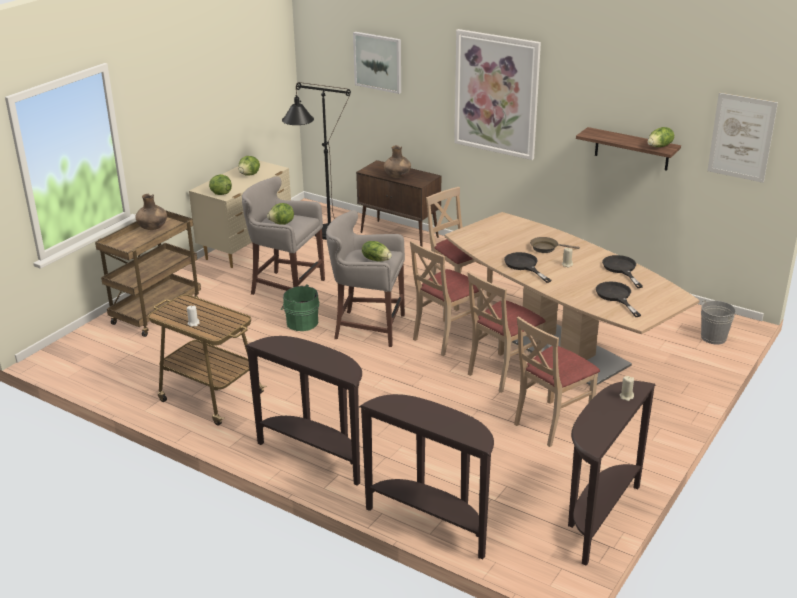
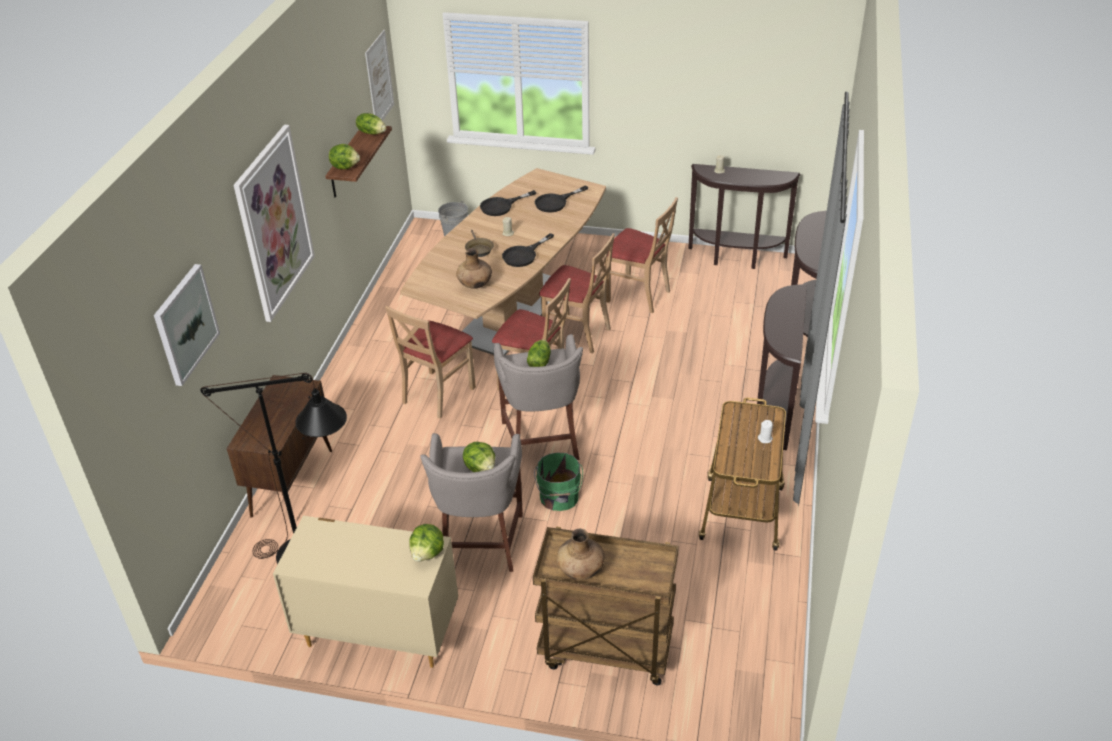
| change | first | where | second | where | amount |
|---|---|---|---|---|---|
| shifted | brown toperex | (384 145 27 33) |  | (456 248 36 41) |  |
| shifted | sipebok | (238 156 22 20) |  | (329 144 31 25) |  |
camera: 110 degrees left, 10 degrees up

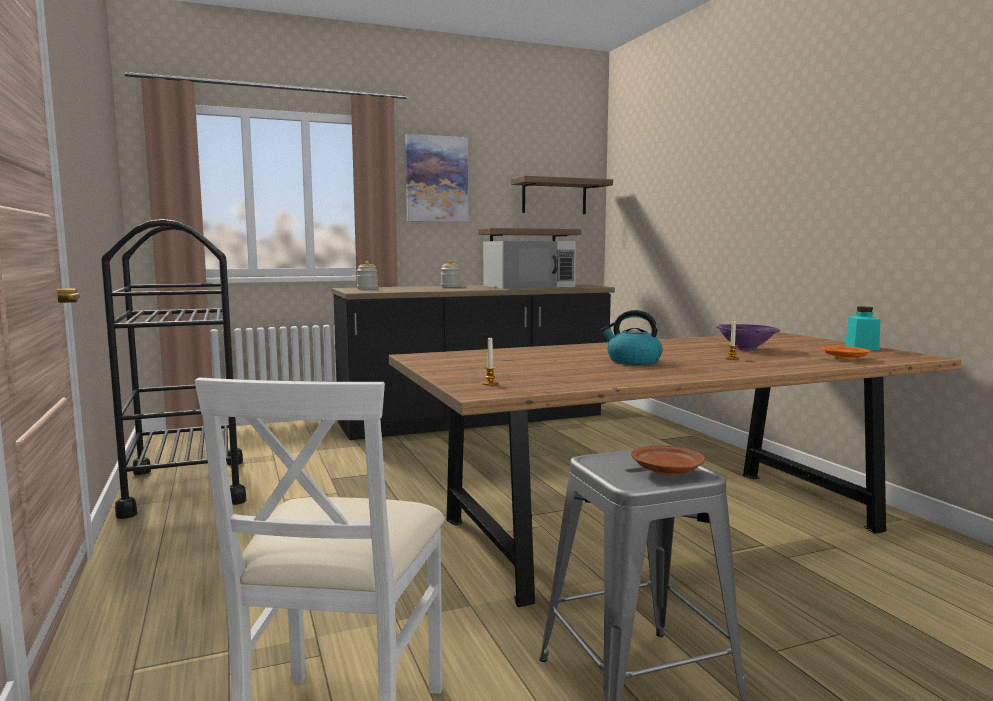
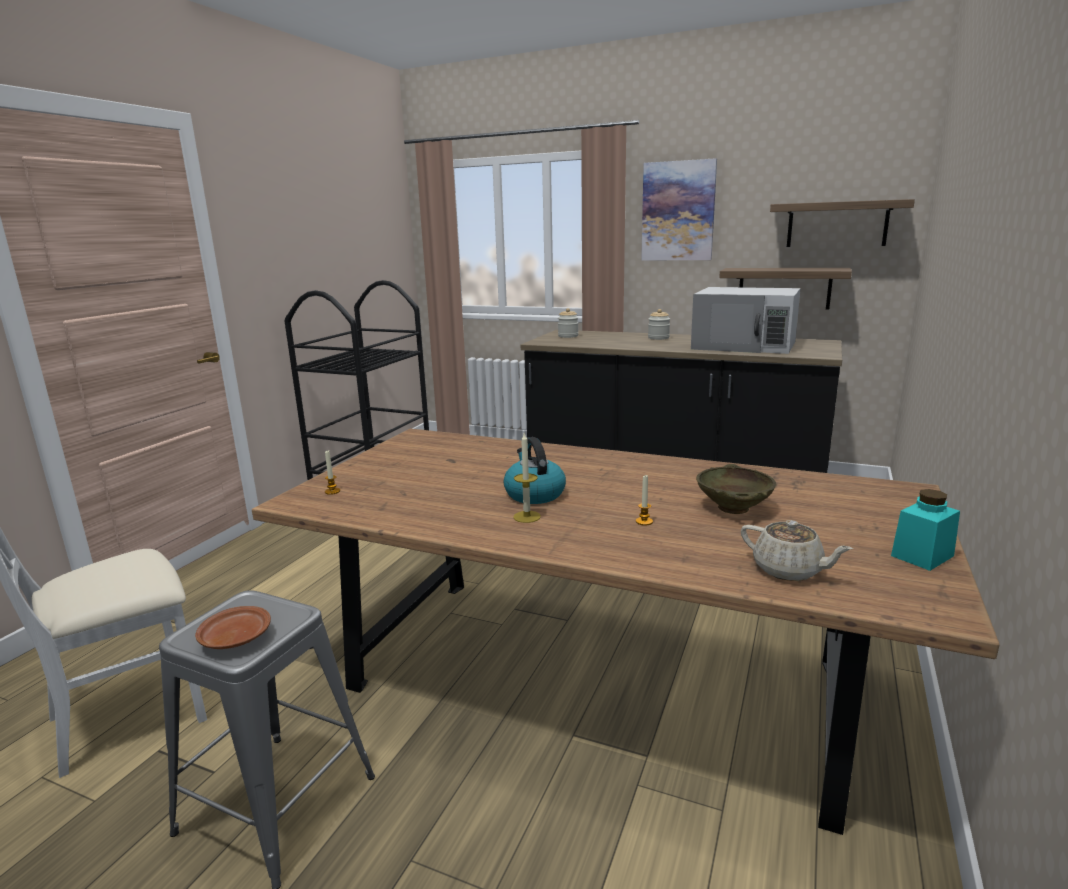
| change | first | where | second | where | amount |
|---|---|---|---|---|---|
| repainted | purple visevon | (717 324 63 27) | beige visevon | (696 464 80 50) |  |
| swapped | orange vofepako | (822 346 49 14) | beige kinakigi | (741 520 112 61) |  |
| new |  |  | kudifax | (513 433 28 90) |  |
camera: 45 degrees right, 10 degrees up

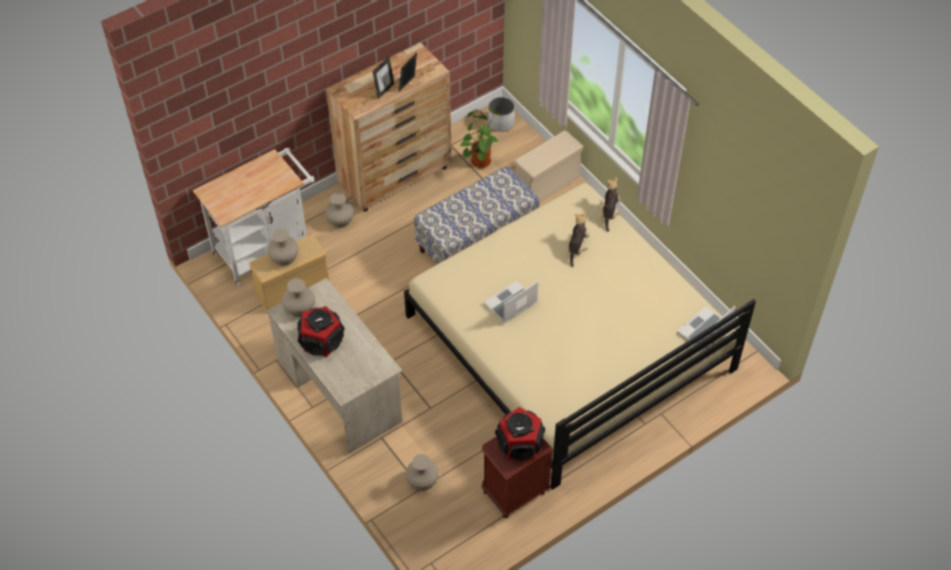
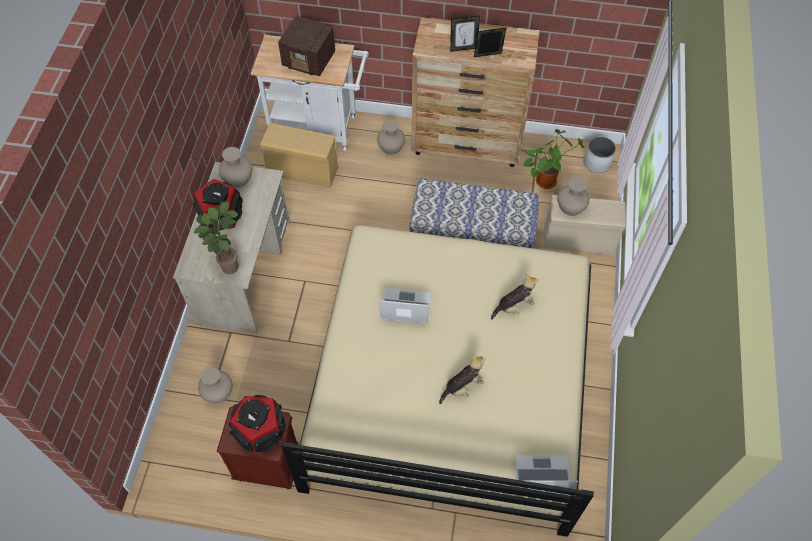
| change | first | where | second | where | amount |
|---|---|---|---|---|---|
| shifted | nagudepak | (601 177 20 55) |  | (439 355 46 49) |  |
| shifted | beige toperex | (268 229 31 37) |  | (557 177 33 39) |  |
| new |  |  | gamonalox | (278 17 57 59) |  |
| new |  |  | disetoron | (194 201 45 73) |  |
camera: 45 degrees right, 5 degrees up

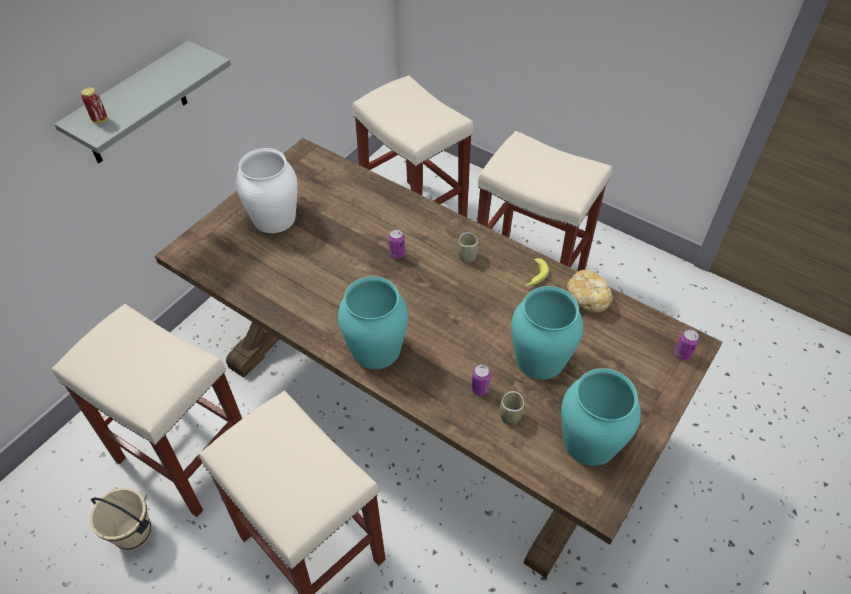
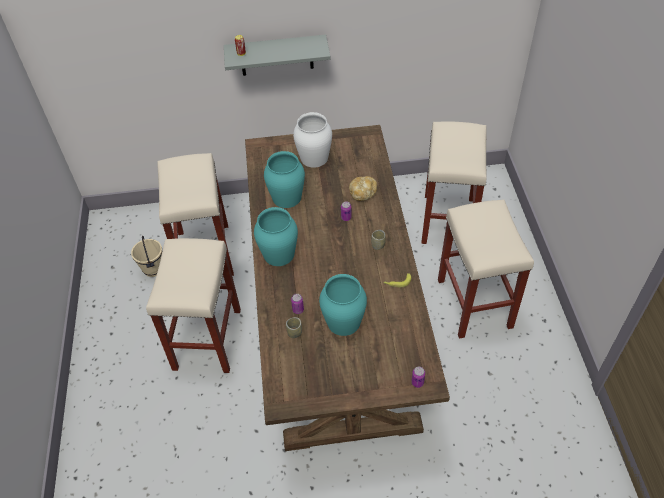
| change | first | where | second | where | amount |
|---|---|---|---|---|---|
| shifted | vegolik | (567 270 46 42) |  | (349 176 28 25) |  |
| shifted | turquoise toperex | (561 368 80 98) |  | (264 151 41 57) |  |
camera: 50 degrees right, 0 degrees up

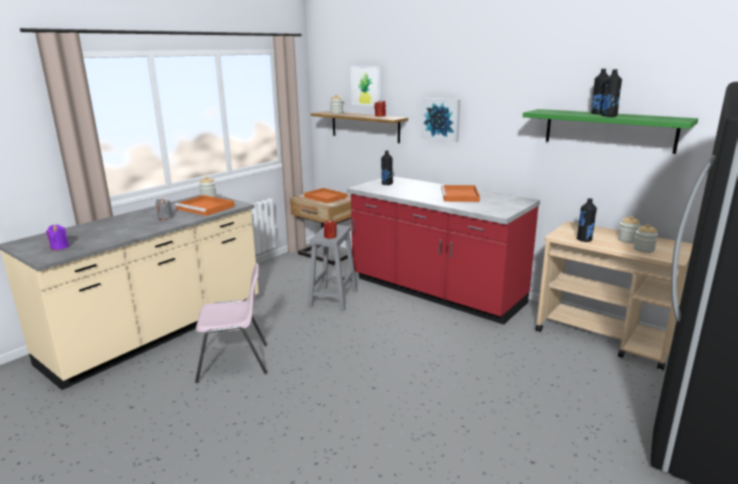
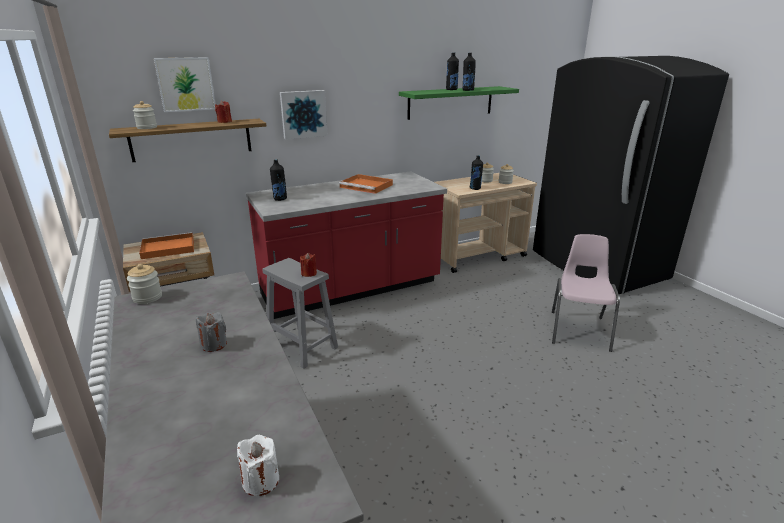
| change | first | where | second | where | amount |
|---|---|---|---|---|---|
| gone | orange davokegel | (175 195 59 21) |  |  |  |
| repainted | purple kudifax | (46 225 23 25) | white kudifax | (237 435 42 61) |  |
| shifted | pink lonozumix | (195 263 72 120) |  | (552 234 68 118) |  |
camera: 65 degrees left, 5 degrees up

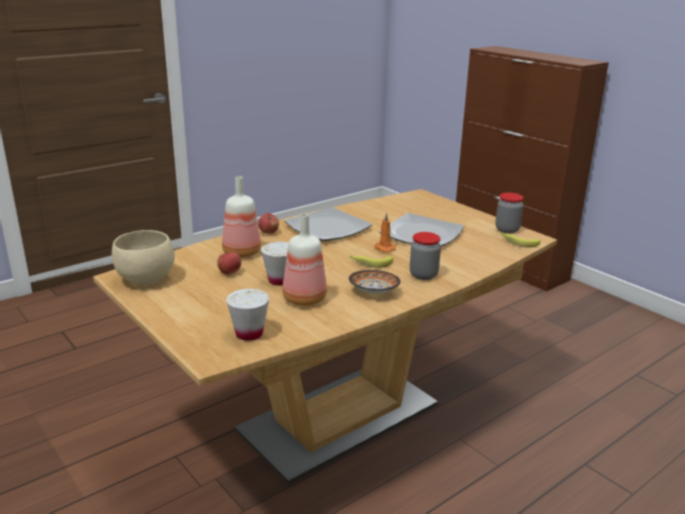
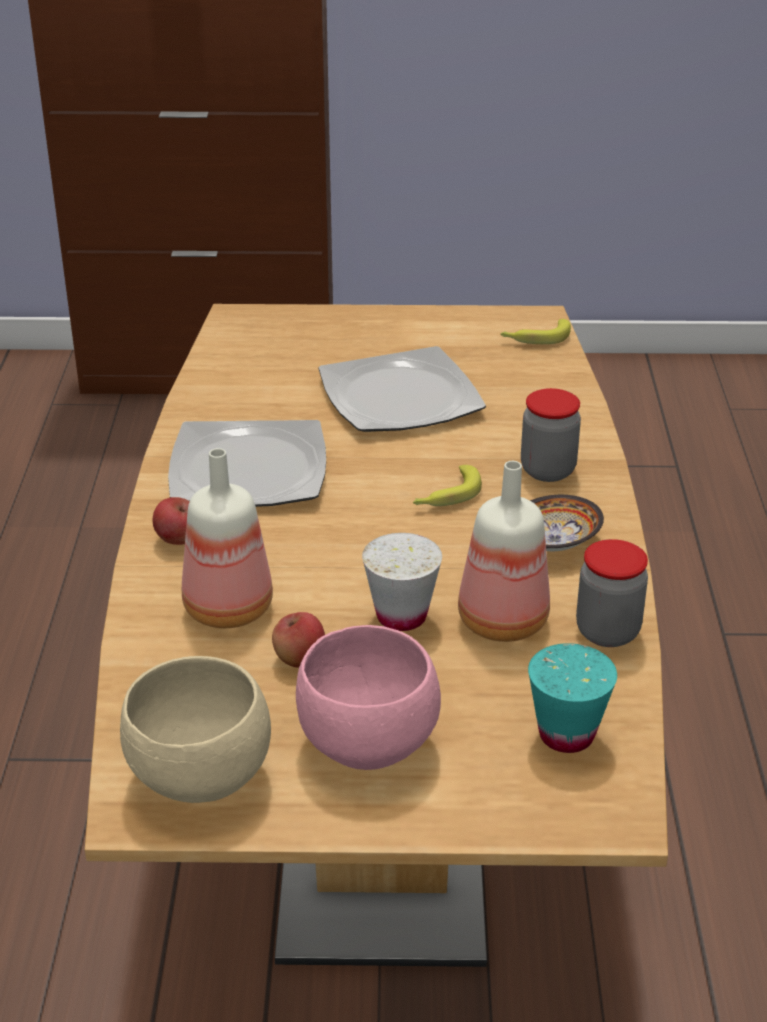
| change | first | where | second | where | amount |
|---|---|---|---|---|---|
| shifted | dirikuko | (495 193 29 40) |  | (576 539 72 108) |  |
| gone | orange kudifax | (375 212 21 40) |  |  |  |
| repainted | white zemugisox | (226 289 43 52) | turquoise zemugisox | (528 643 89 110) |  |
| new |  |  | pink visevon | (296 625 145 145) |  |
camera: 50 degrees left, 10 degrees up

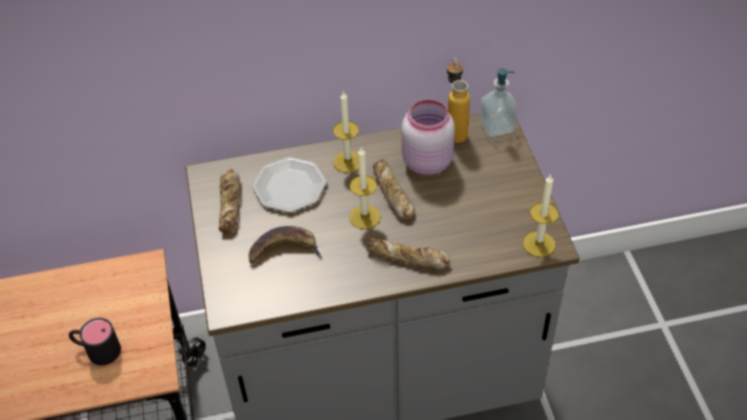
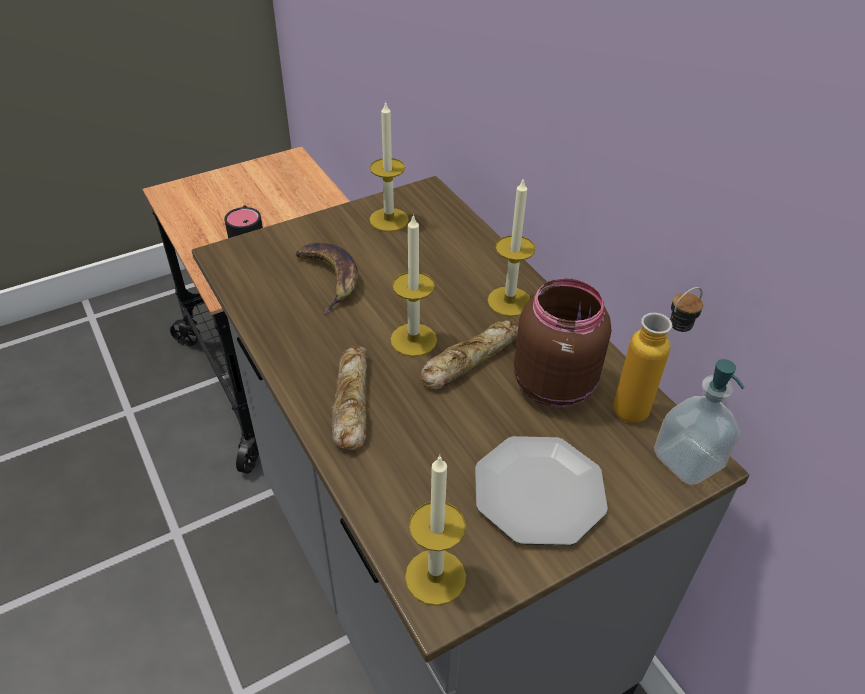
| change | first | where | second | where | amount |
|---|---|---|---|---|---|
| repainted | pink dirikuko | (401 100 54 75) | brown dirikuko | (514 278 97 130) |  |
| shifted | vofepako | (253 157 73 56) |  | (475 436 133 109) |  |
| swapped | vegolik | (219 169 21 64) | kudifax | (369 100 40 132) |  |
camera: 70 degrees right, 5 degrees down

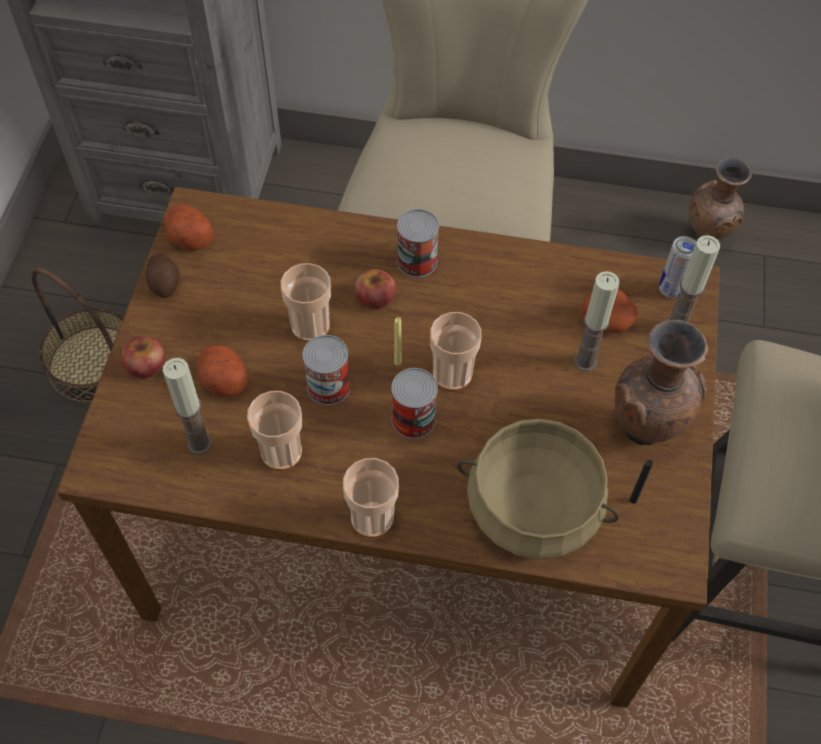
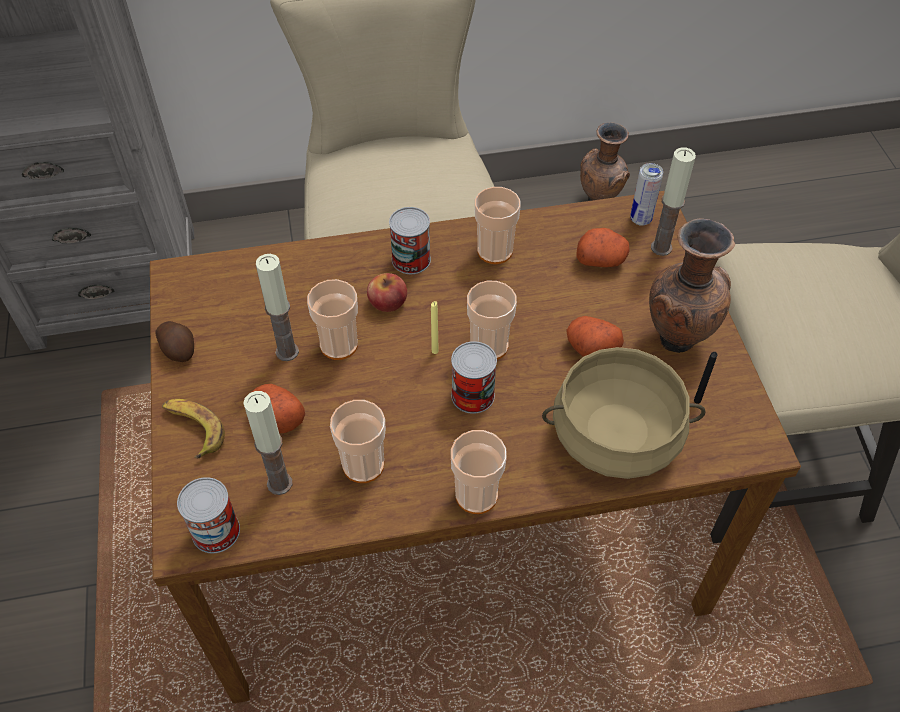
| change | first | where | second | where | amount |
|---|---|---|---|---|---|
| shifted | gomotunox | (165 205 49 46) |  | (566 316 58 41) |  |
| gone | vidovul | (32 268 91 135) |  |  |  |
| shifted | kudifax | (574 271 46 101) |  | (256 254 43 107) |  |
| shifted | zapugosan | (302 335 48 70) |  | (177 477 63 76) |  |
| swapped | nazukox | (121 336 44 42) | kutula | (162 399 63 59) |  |
| new |  |  | zemugisox | (475 187 46 77) |  |
camera: 20 degrees left, 5 degrees down

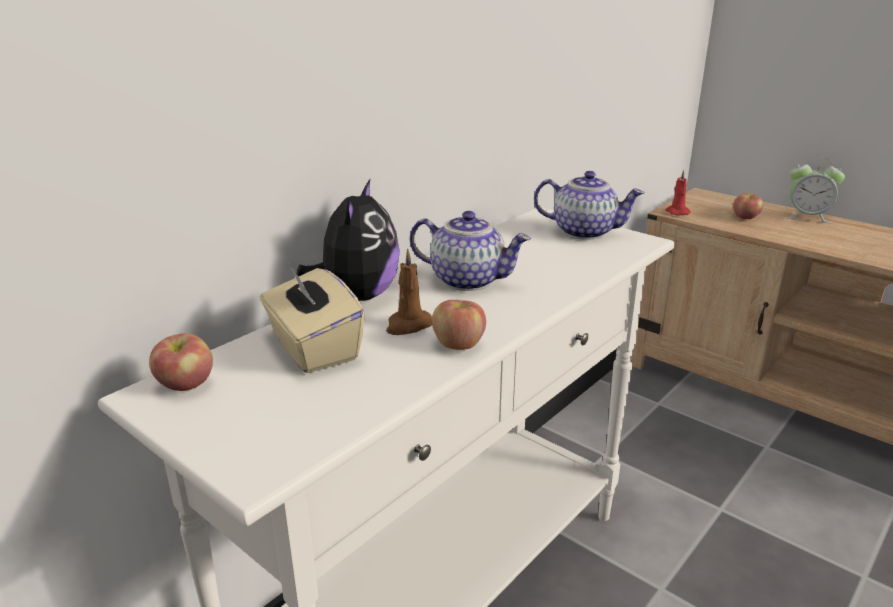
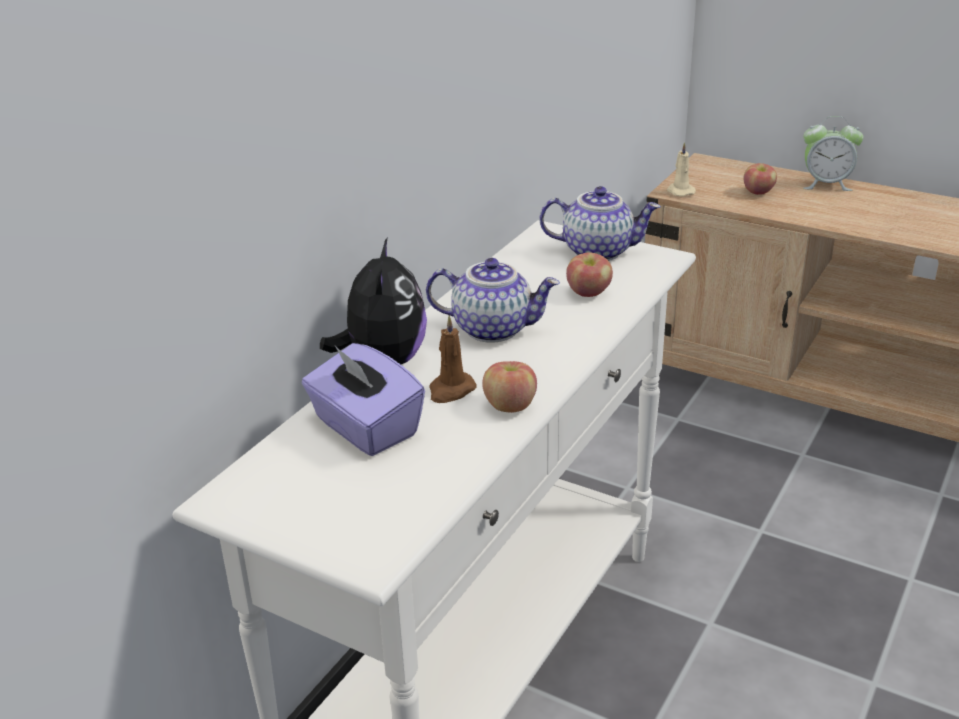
| change | first | where | second | where | amount |
|---|---|---|---|---|---|
| repainted | red kudifax | (666 170 25 46) | beige kudifax | (667 142 29 55) |  |
| repainted | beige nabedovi | (260 261 105 112) | purple nabedovi | (302 343 123 113) |  |
| shifted | nazukox | (149 333 64 58) |  | (566 252 47 45) |  |
camera: 10 degrees left, 5 degrees up

